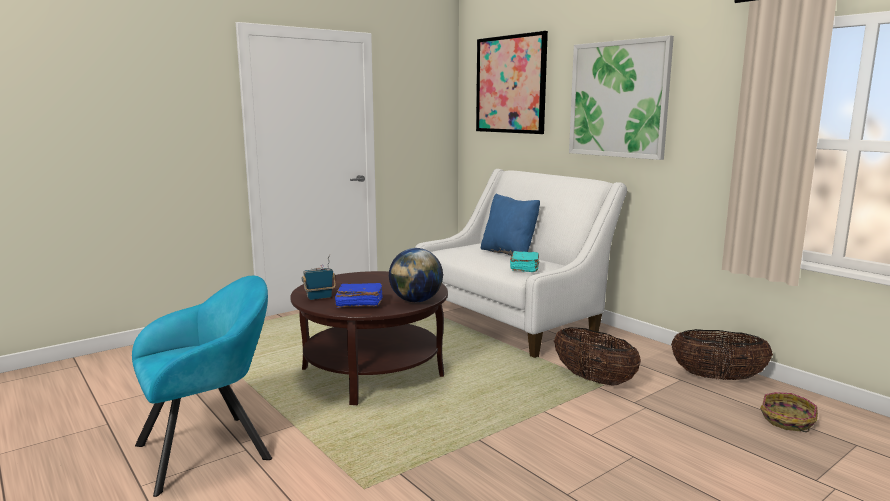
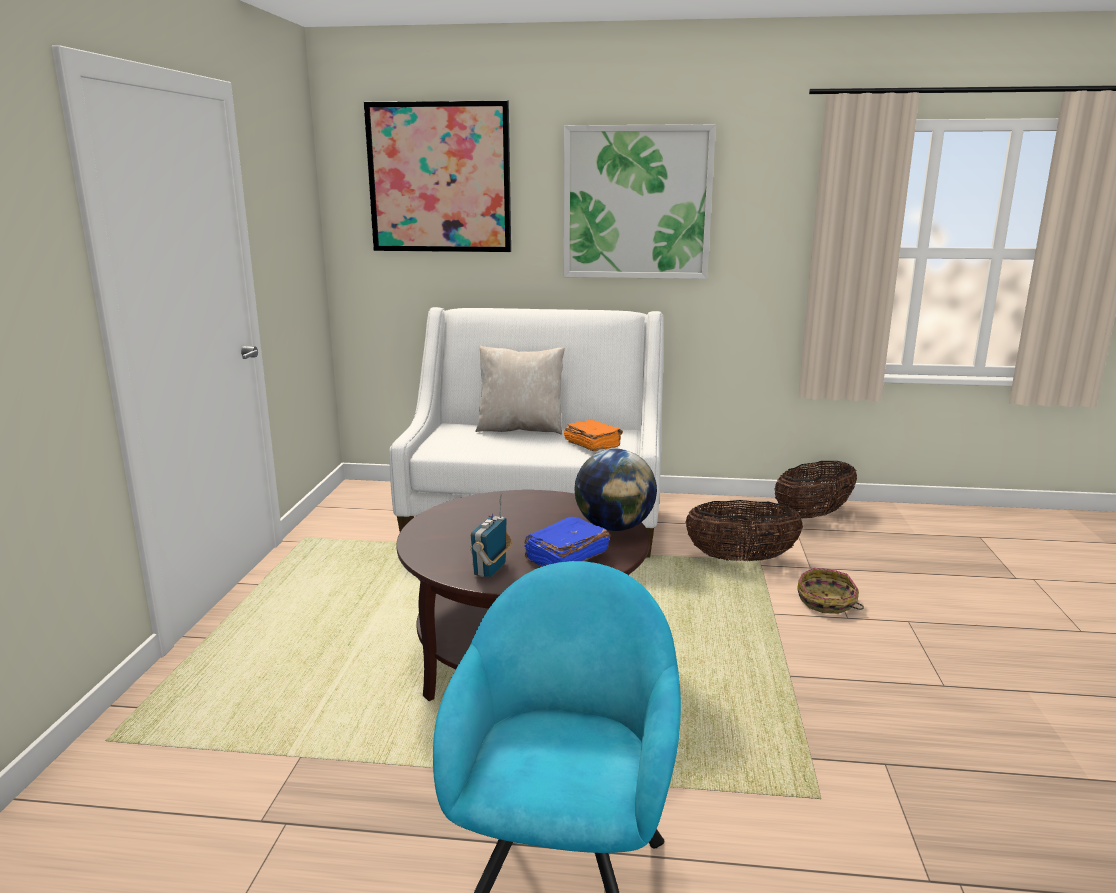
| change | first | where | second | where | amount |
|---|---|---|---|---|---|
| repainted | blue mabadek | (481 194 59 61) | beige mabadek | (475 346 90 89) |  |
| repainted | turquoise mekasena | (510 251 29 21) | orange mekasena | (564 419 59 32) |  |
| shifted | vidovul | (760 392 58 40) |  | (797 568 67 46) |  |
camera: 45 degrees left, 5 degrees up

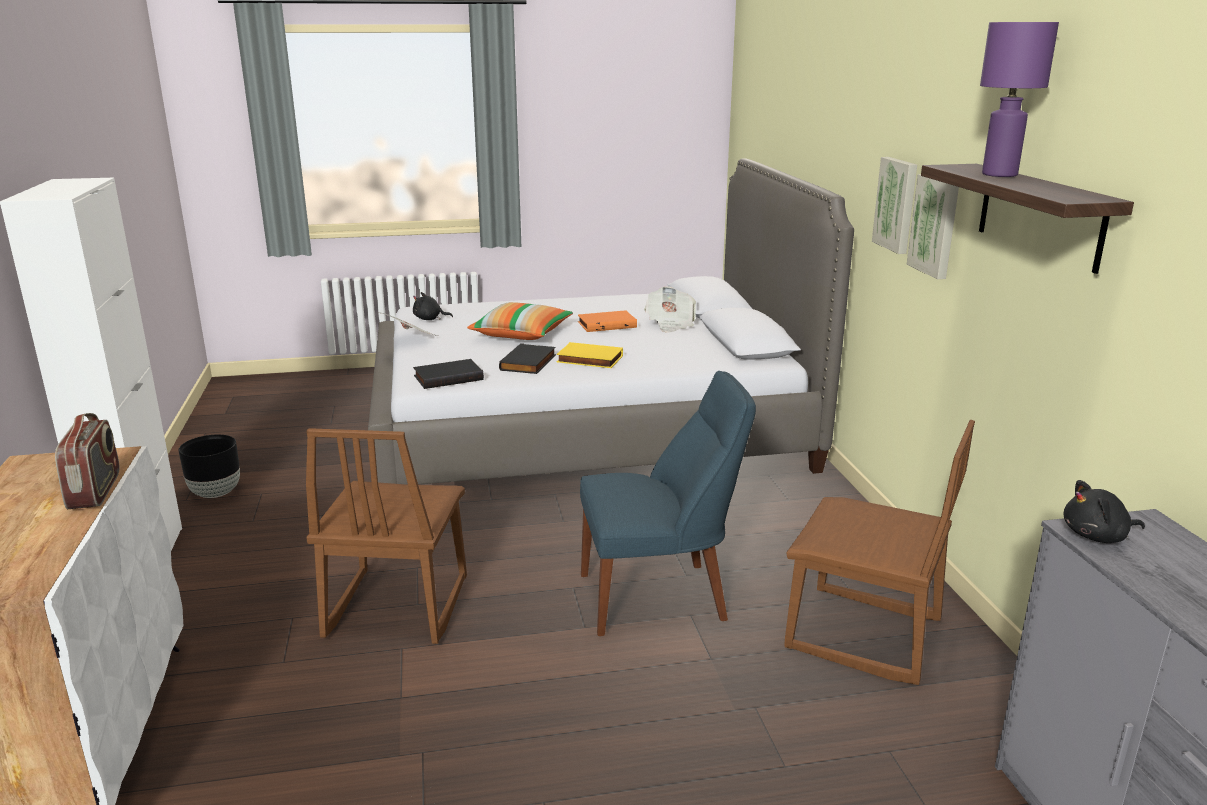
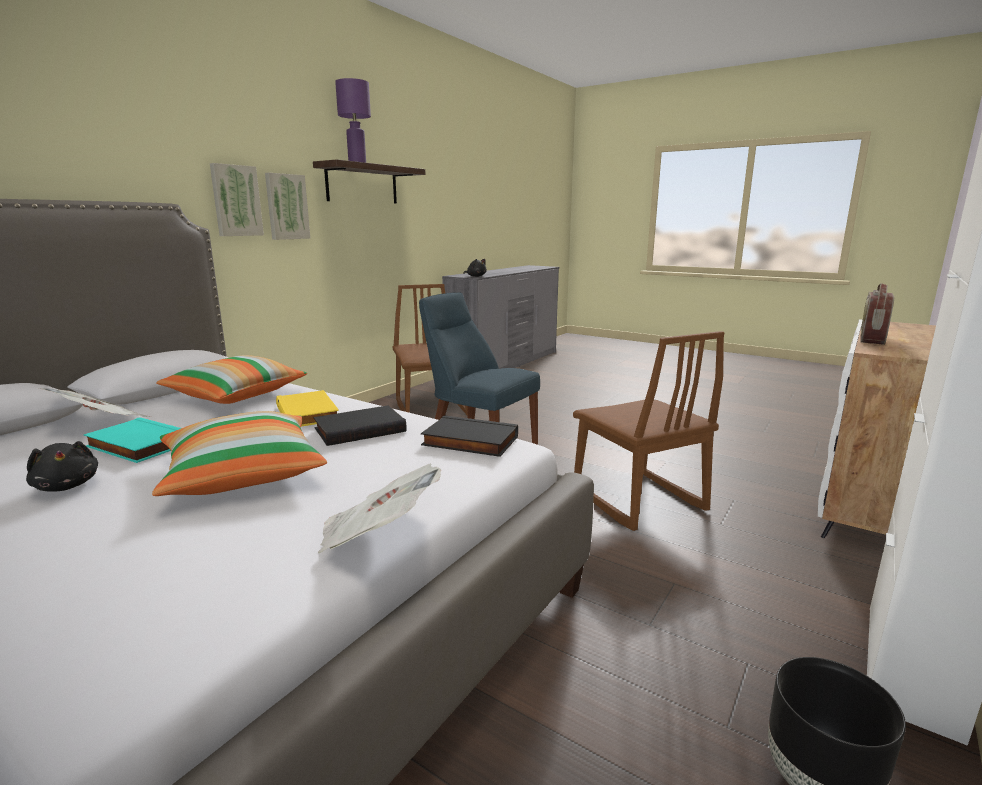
| change | first | where | second | where | amount |
|---|---|---|---|---|---|
| shifted | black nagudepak | (413 292 40 28) |  | (26 441 72 51) |  |
| repainted | orange mekasena | (578 310 59 22) | turquoise mekasena | (84 417 97 46) |  |
| rotated | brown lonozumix | (306 428 161 216) |  | (573 331 152 200) | 105 degrees clockwise |
| new |  |  | mabadek | (156 355 151 49) |  |
camera: 135 degrees left, 5 degrees down

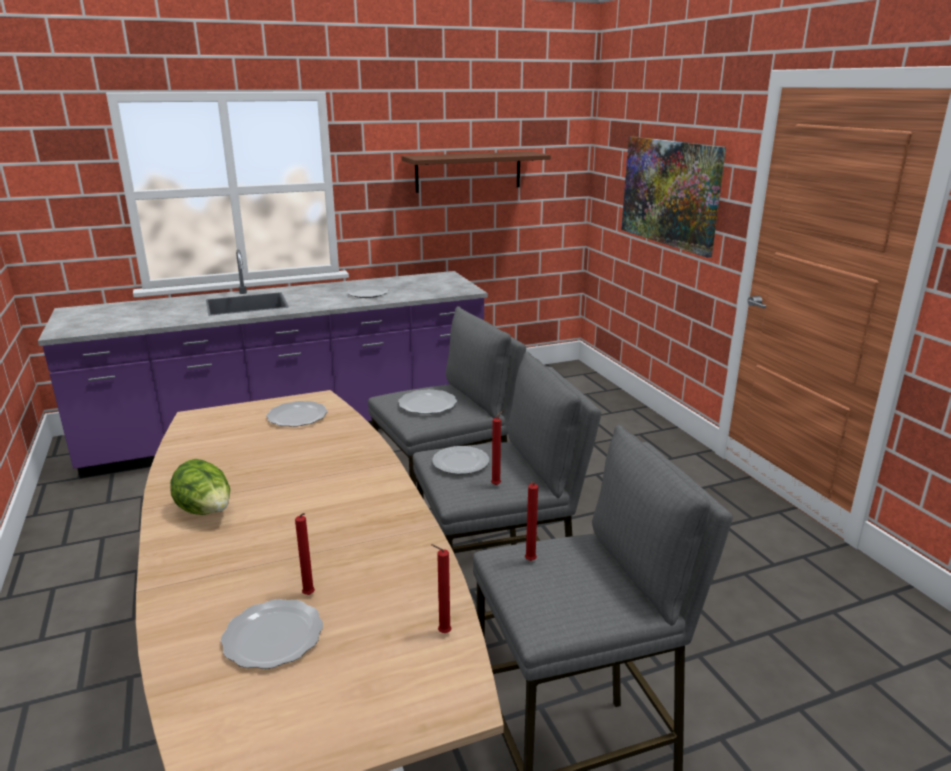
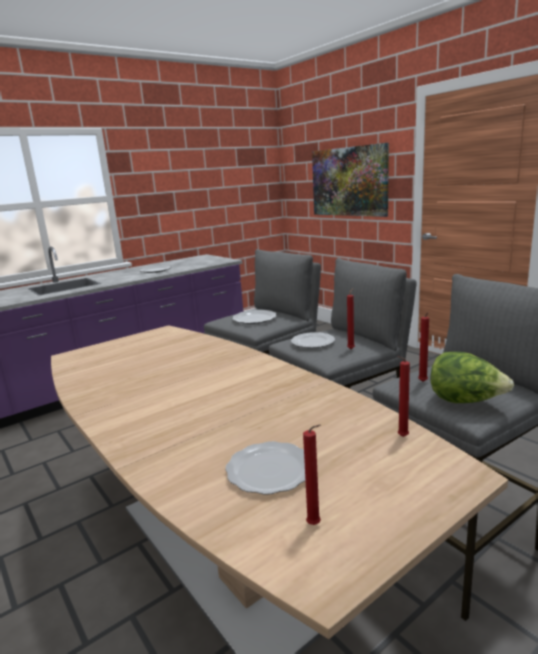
| change | first | where | second | where | amount |
|---|---|---|---|---|---|
| gone | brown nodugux | (402 151 149 42) |  |  |  |
| gone | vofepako | (266 401 61 26) |  |  |  |
| shifted | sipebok | (170 459 60 56) |  | (431 352 83 51) |  |
| shifted | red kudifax | (295 513 20 82) |  | (303 424 18 101) |  |
camera: 15 degrees left, 5 degrees down

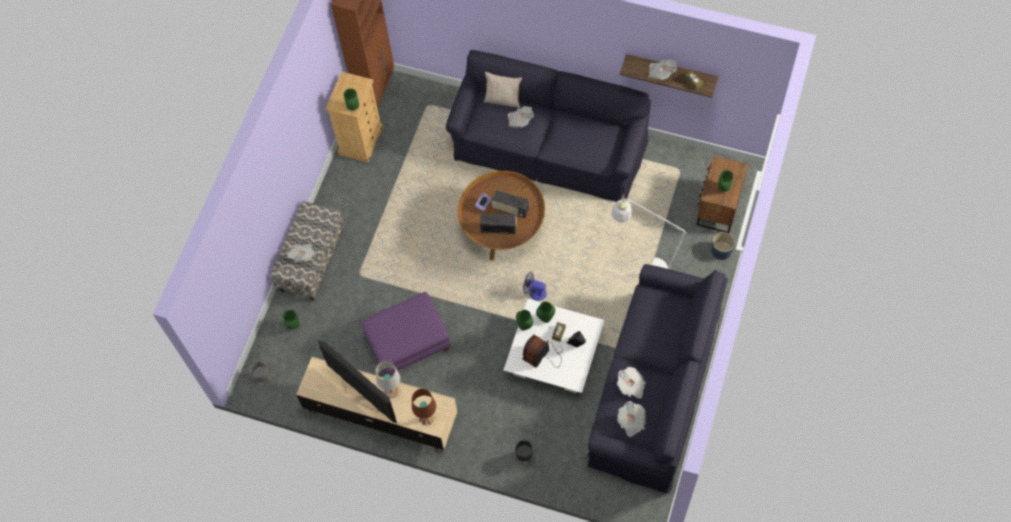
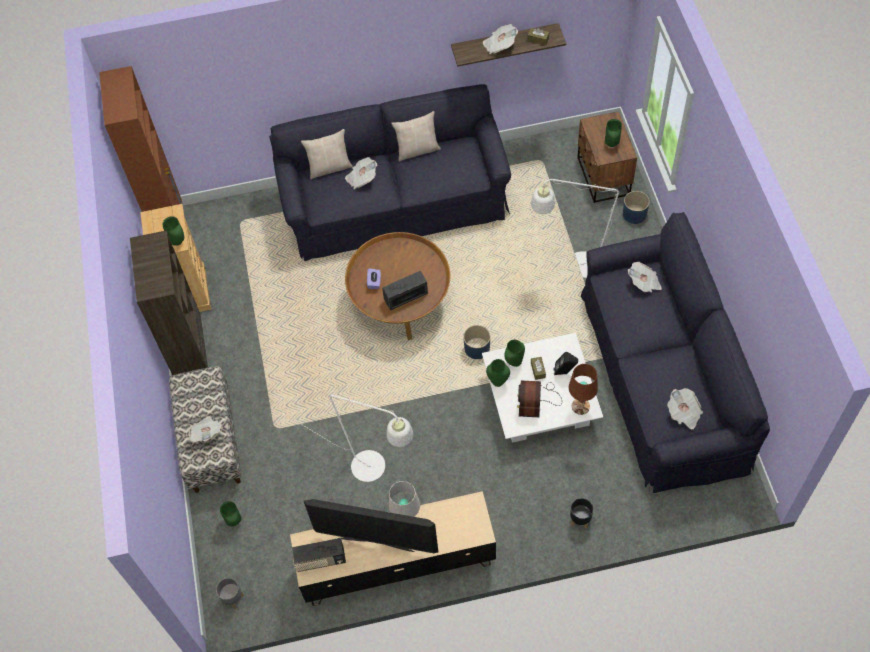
| change | first | where | second | where | amount |
|---|---|---|---|---|---|
| shifted | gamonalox | (492 190 37 28) |  | (292 538 54 34) |  |
| swapped | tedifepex | (523 272 24 29) | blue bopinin | (463 325 27 34) |  |
| swapped | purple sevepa | (361 292 90 84) | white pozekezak | (301 394 112 88) |  |
| shifted | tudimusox | (617 367 29 32) |  | (628 262 34 30) |  |
| shifted | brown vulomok | (412 389 24 36) |  | (569 364 29 51) |  |
| new |  |  | beige mabadek | (391 111 50 50) |  |
| new |  |  | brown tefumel | (130 231 78 144) |  |
camera: 30 degrees left, 5 degrees down

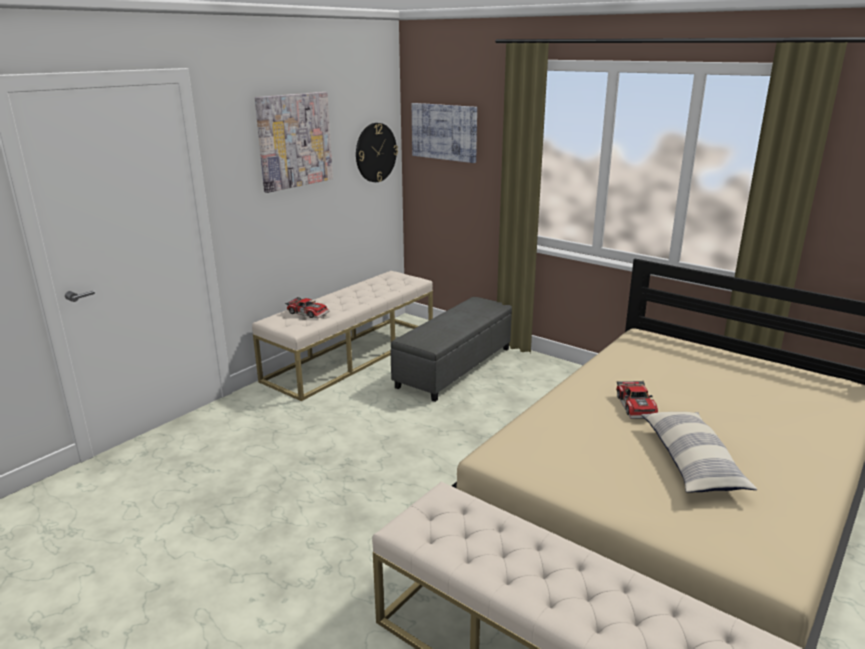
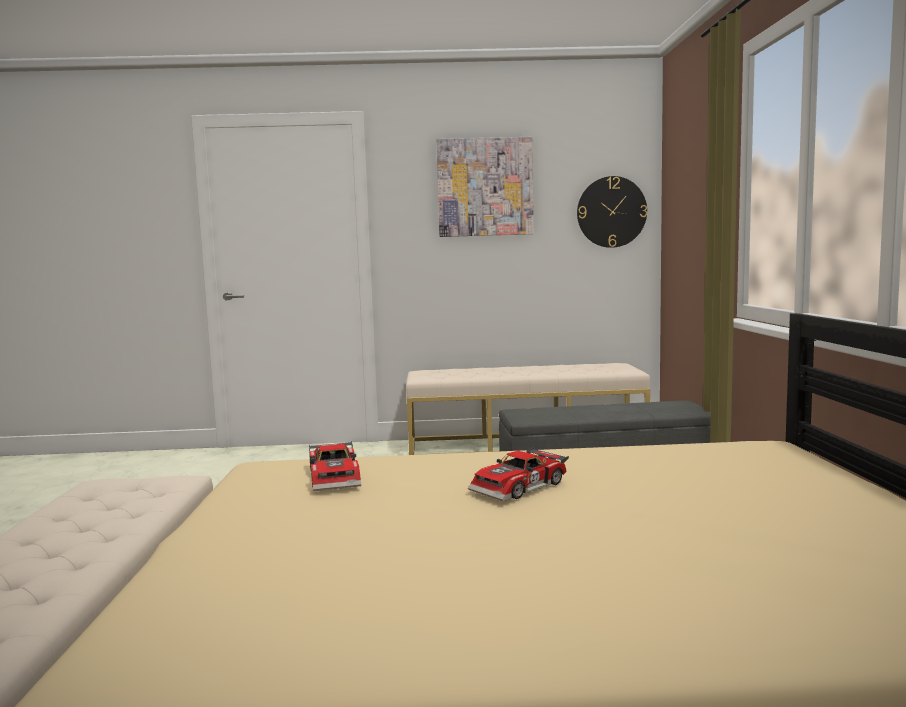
| change | first | where | second | where | amount |
|---|---|---|---|---|---|
| gone | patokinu | (412 103 65 60) |  |  |  |
| shifted | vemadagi | (285 297 45 21) |  | (309 441 52 50) |  |
| gone | mabadek | (641 412 116 80) |  |  |  |
camera: 50 degrees right, 15 degrees down

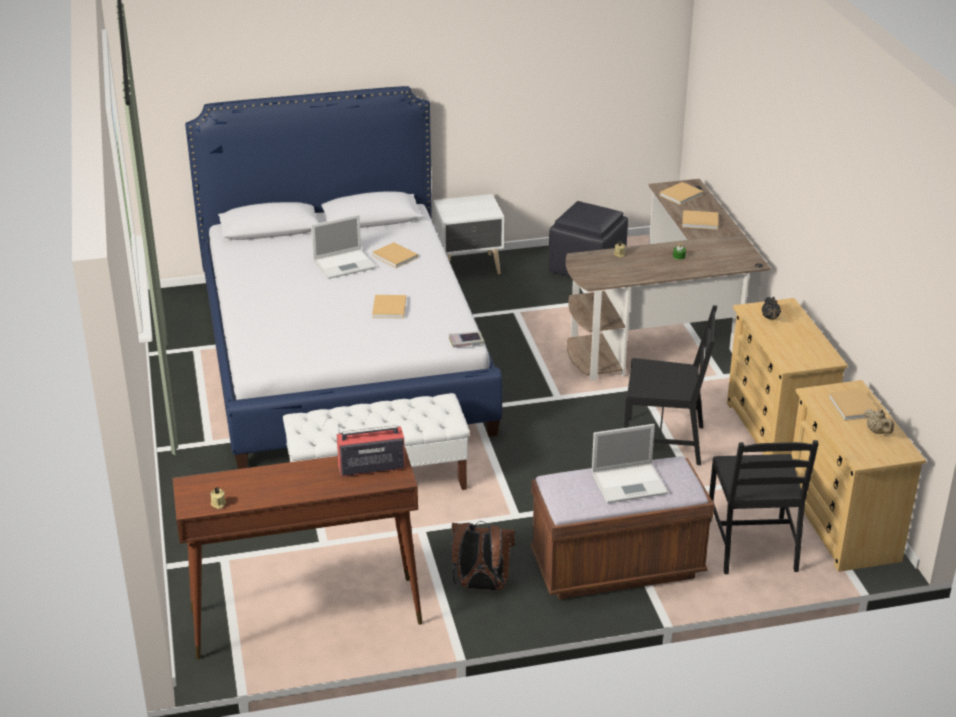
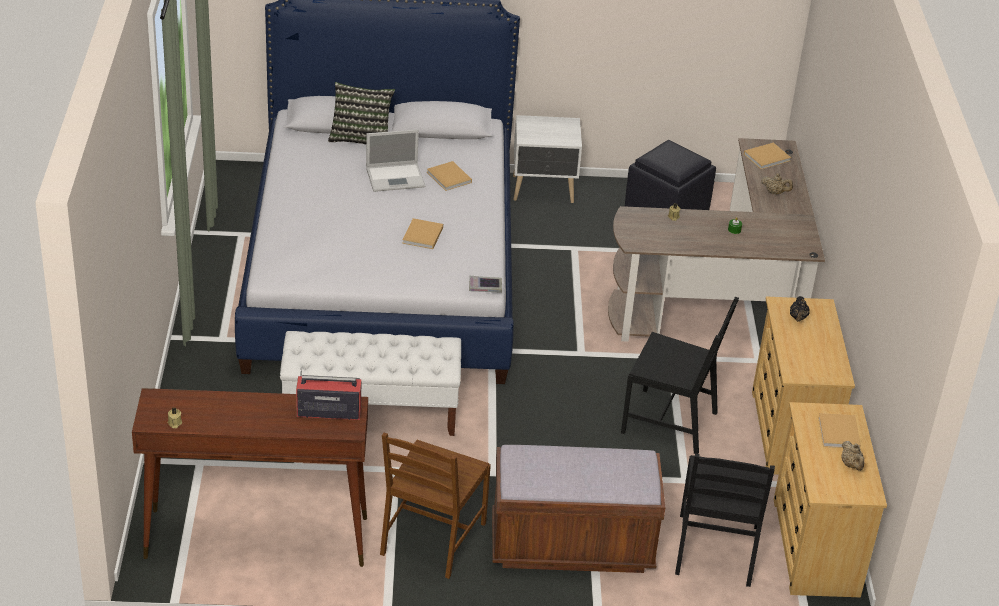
| change | first | where | second | where | amount |
|---|---|---|---|---|---|
| swapped | beige mekasena | (682 210 36 20) | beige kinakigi | (761 173 32 22) |  |
| gone | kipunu | (592 424 76 79) |  |  |  |
| swapped | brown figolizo | (451 521 64 69) | brown lonozumix | (380 433 111 146) |  |
| new |  |  | mabadek | (328 82 67 62) |  |
camera: 10 degrees right, 5 degrees up

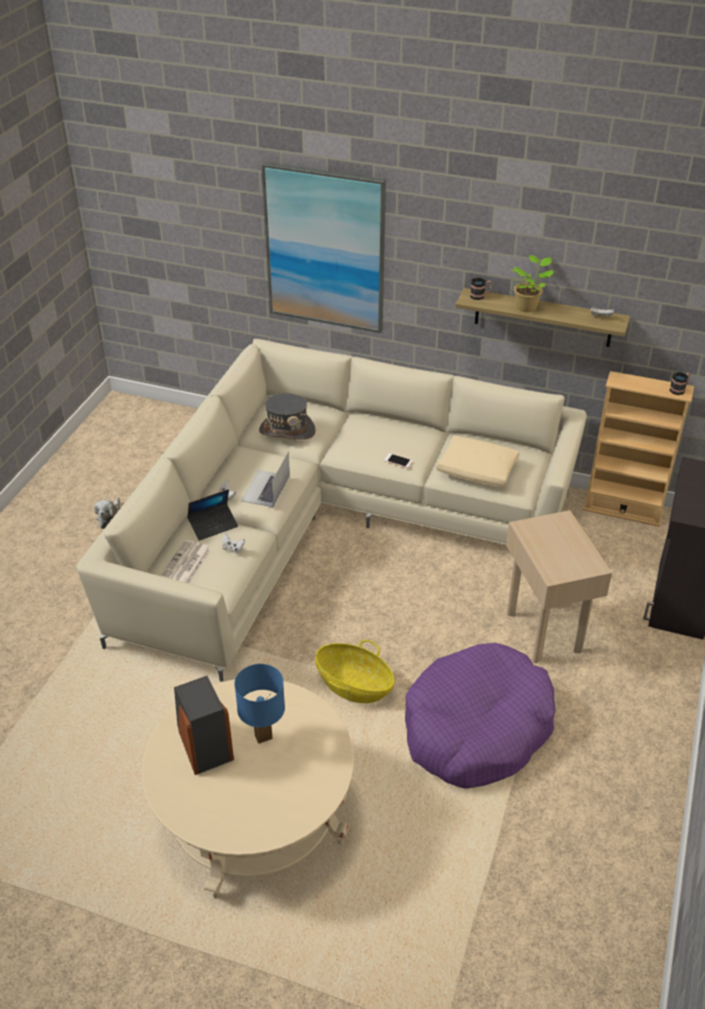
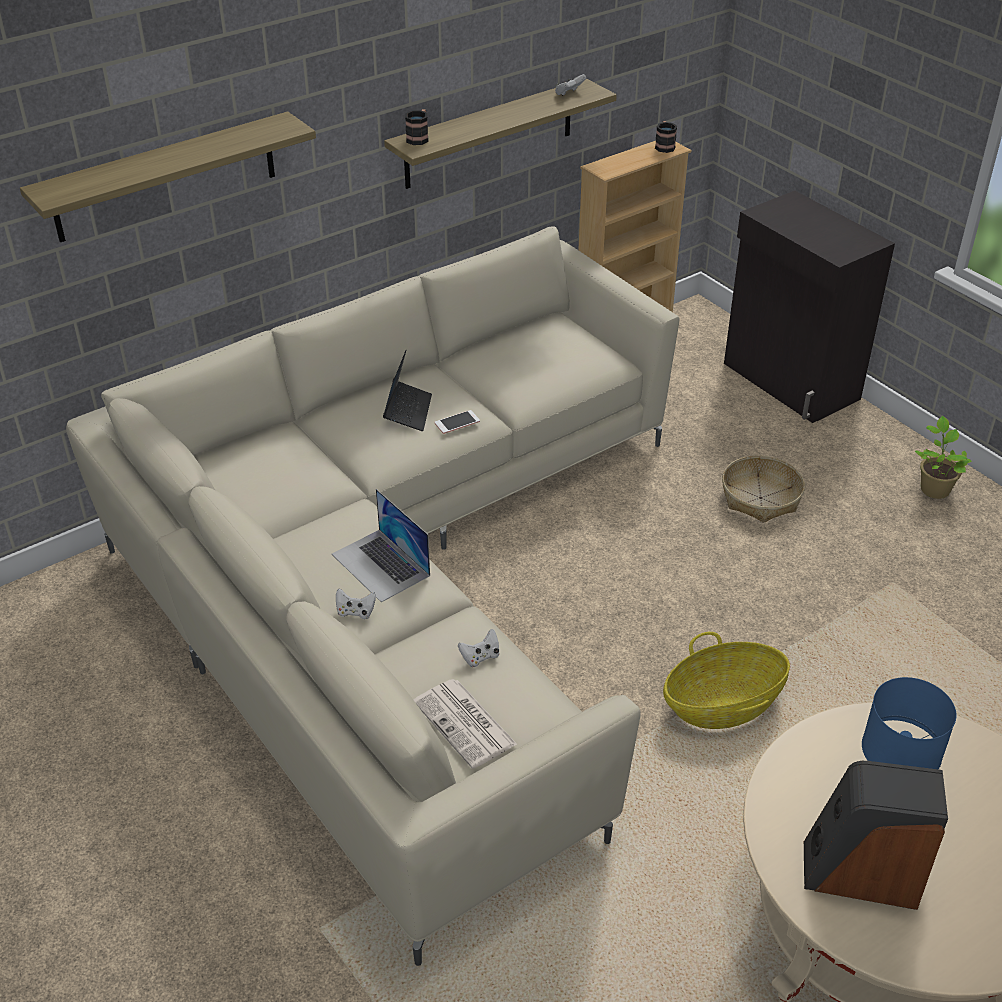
| change | first | where | second | where | amount |
|---|---|---|---|---|---|
| swapped | patokinu | (262 162 124 171) | nodugux | (20 111 296 131) |  |
| shifted | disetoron | (511 255 44 57) |  | (915 416 57 83) |  |
| gone | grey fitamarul | (259 393 57 47) |  |  |  |
| gone | beige mabadek | (436 436 84 51) |  |  |  |
| shifted | kipunu | (187 489 51 52) |  | (383 350 49 81) |  |
| gone | nagudepak | (94 498 26 31) |  |  |  |
| swapped | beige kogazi | (506 510 106 153) | vidovul | (722 456 83 67) |  |
| gone | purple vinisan | (405 643 150 146) |  |  |  |
camera: 55 degrees left, 0 degrees up

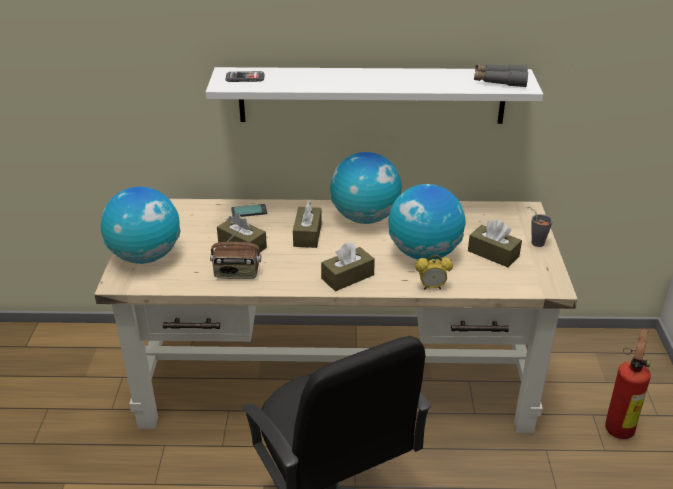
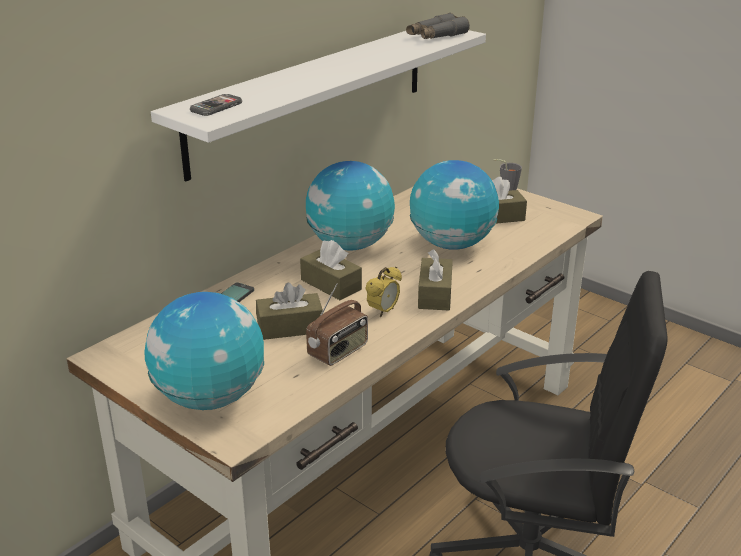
| change | first | where | second | where | amount |
|---|---|---|---|---|---|
| shifted | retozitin | (415 255 38 35) |  | (365 267 37 50) |  |
| gone | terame | (605 329 46 110) |  |  |  |
camera: 50 degrees left, 5 degrees down

